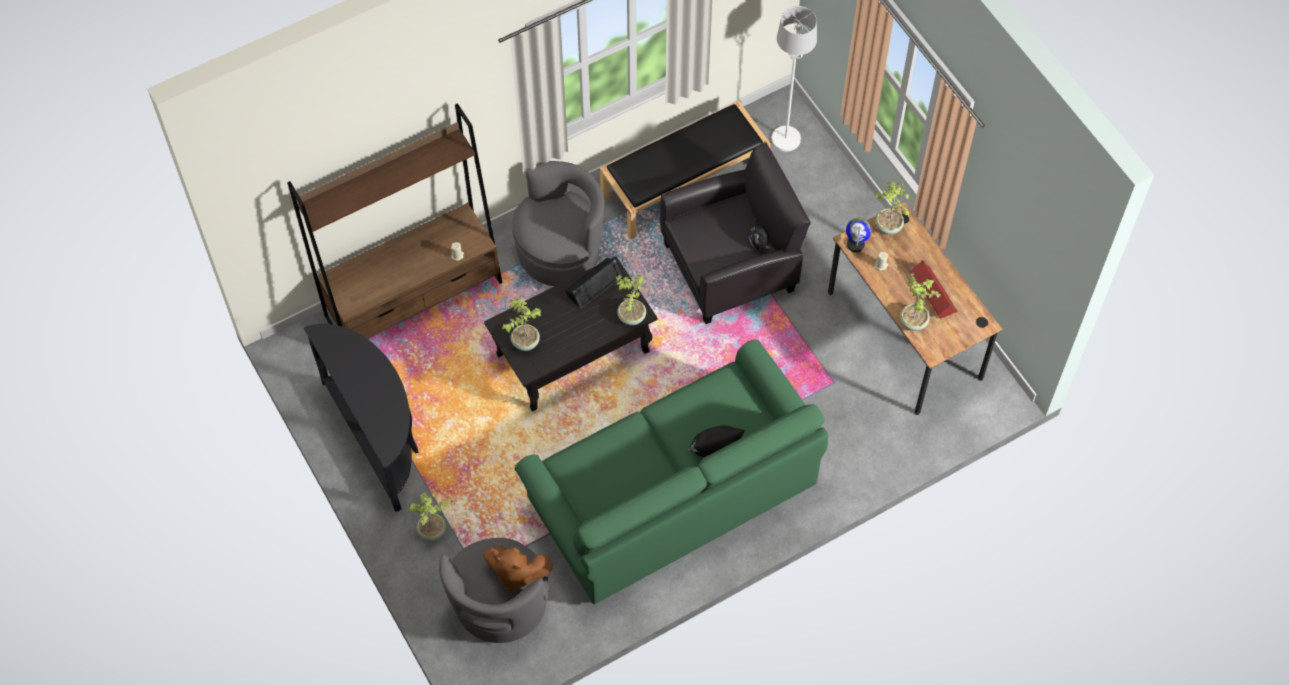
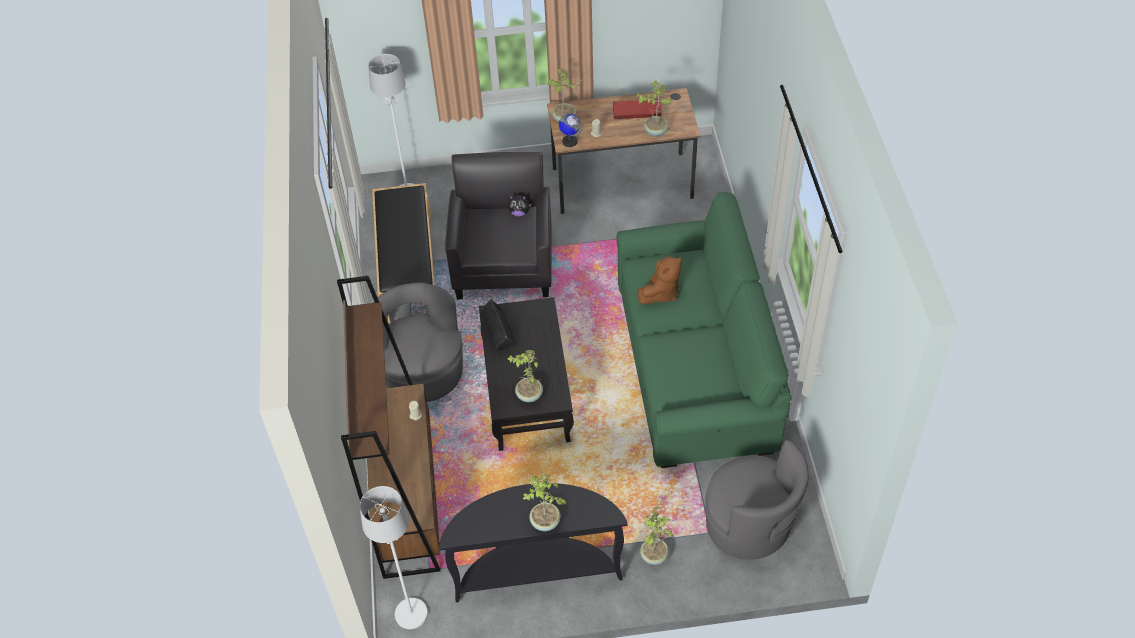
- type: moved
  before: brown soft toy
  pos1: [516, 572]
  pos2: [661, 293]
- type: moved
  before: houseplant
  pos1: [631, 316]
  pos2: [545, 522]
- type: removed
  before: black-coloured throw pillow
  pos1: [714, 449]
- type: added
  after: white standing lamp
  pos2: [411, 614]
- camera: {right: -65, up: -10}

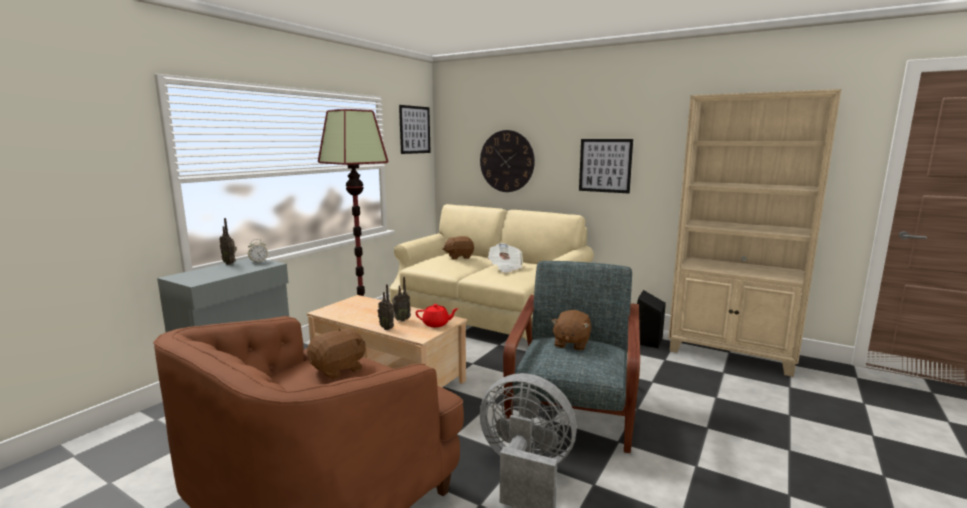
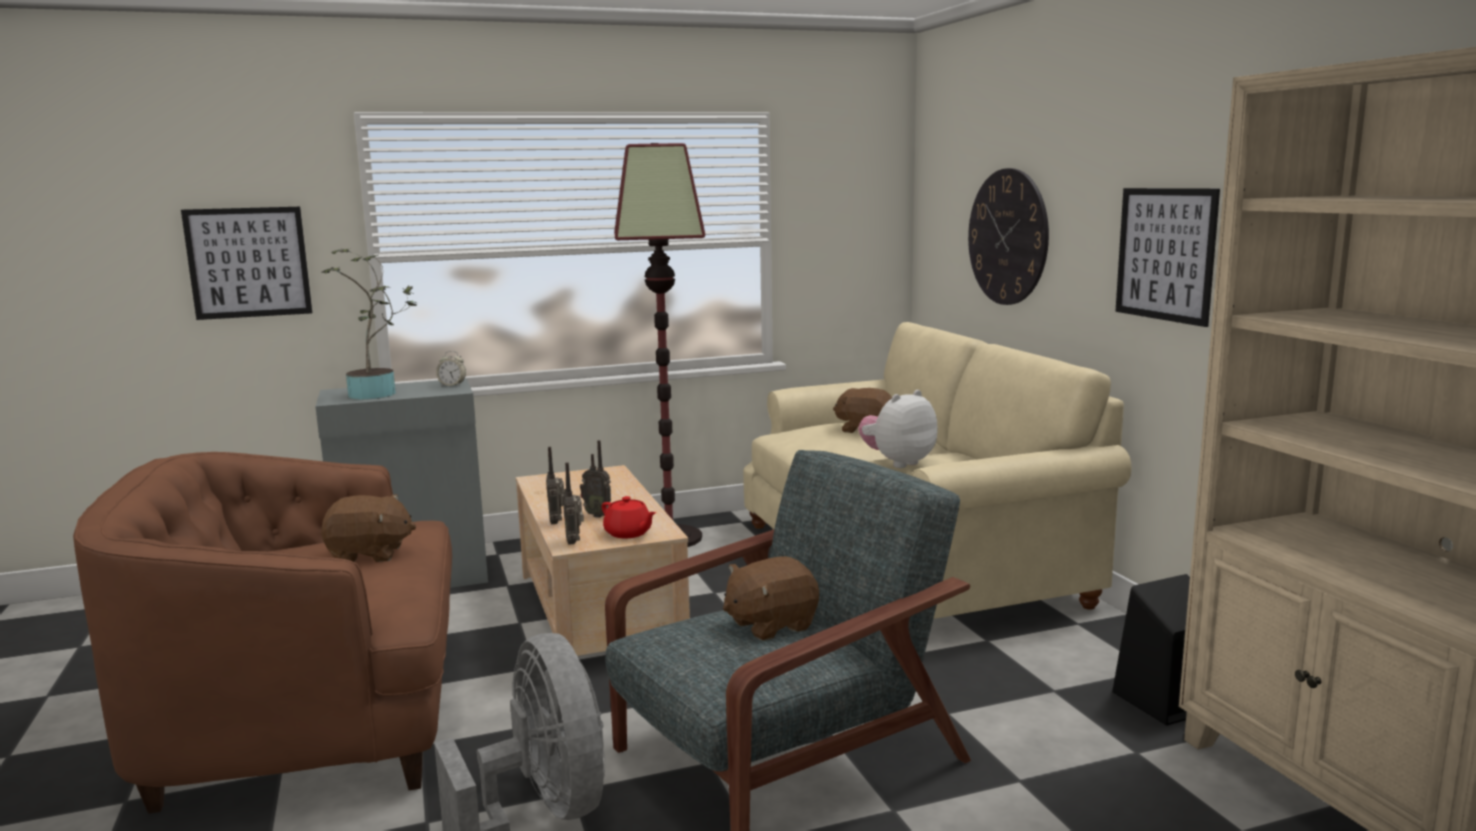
- type: moved
  before: radio receiver
  pos1: [230, 263]
  pos2: [575, 542]
- type: moved
  before: wall art
  pos1: [415, 130]
  pos2: [248, 262]
- type: replaced
  before: daily paper
  after: soft toy
  pos1: [505, 267]
  pos2: [897, 463]
- type: added
  after: houseplant
  pos2: [378, 394]
- camera: {right: 40, up: 0}

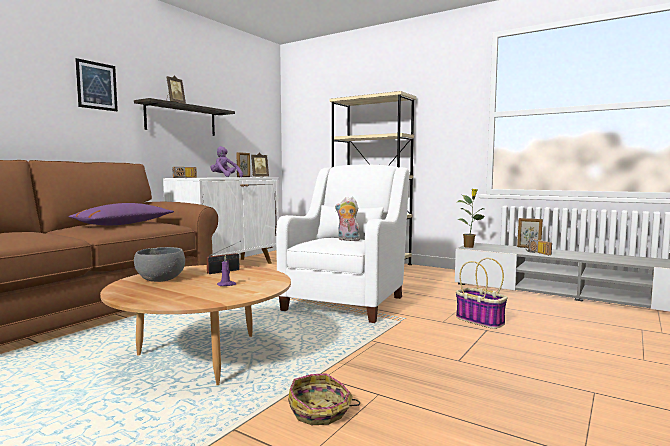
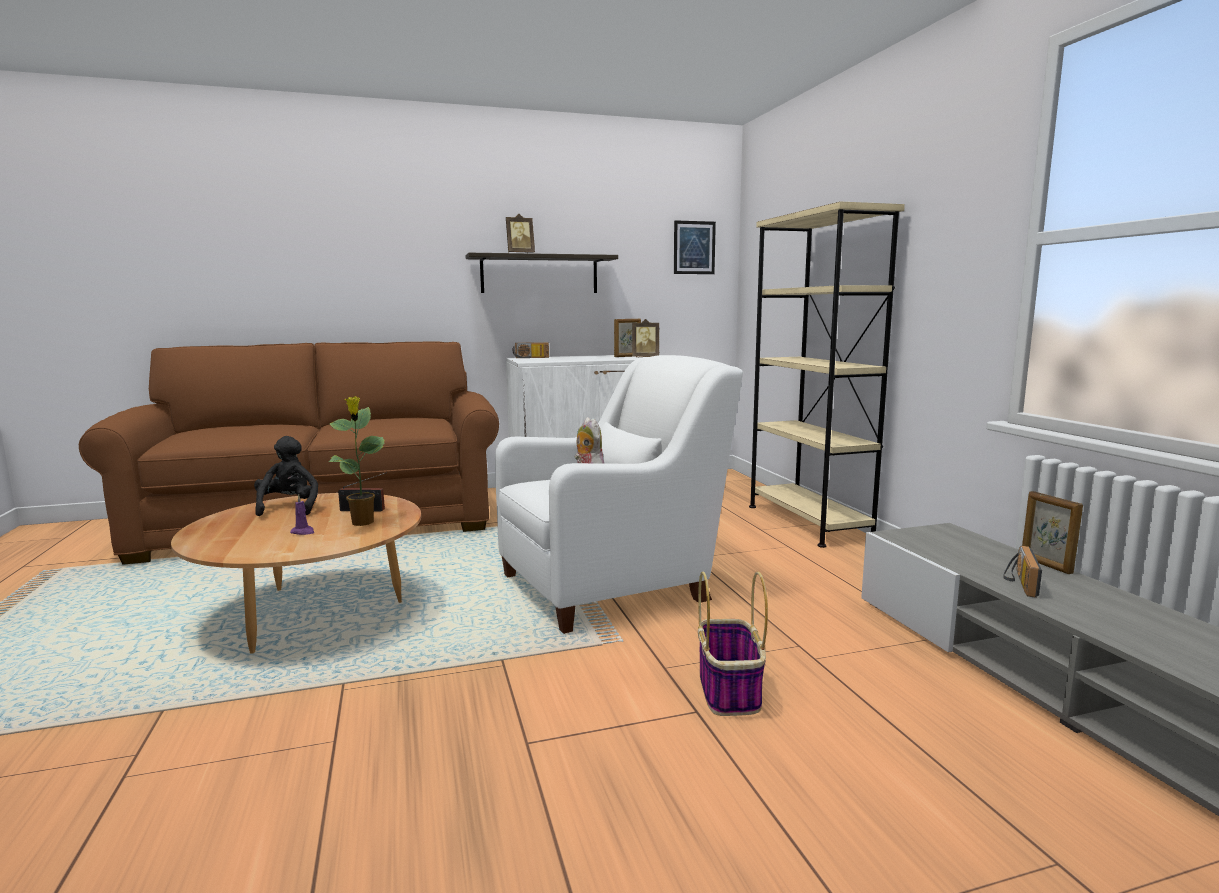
- type: removed
  before: purplish throw pillow
  pos1: [124, 224]
- type: moved
  before: wall art
  pos1: [97, 85]
  pos2: [694, 247]
- type: replaced
  before: grey serving bowl
  after: black-coloured soft toy
  pos1: [161, 279]
  pos2: [289, 508]
- type: removed
  before: purplish soft toy
  pos1: [225, 177]
- type: removed
  before: household basket
  pos1: [320, 411]
- type: moved
  before: houseplant
  pos1: [469, 247]
  pos2: [363, 523]
- camera: {right: 40, up: 5}

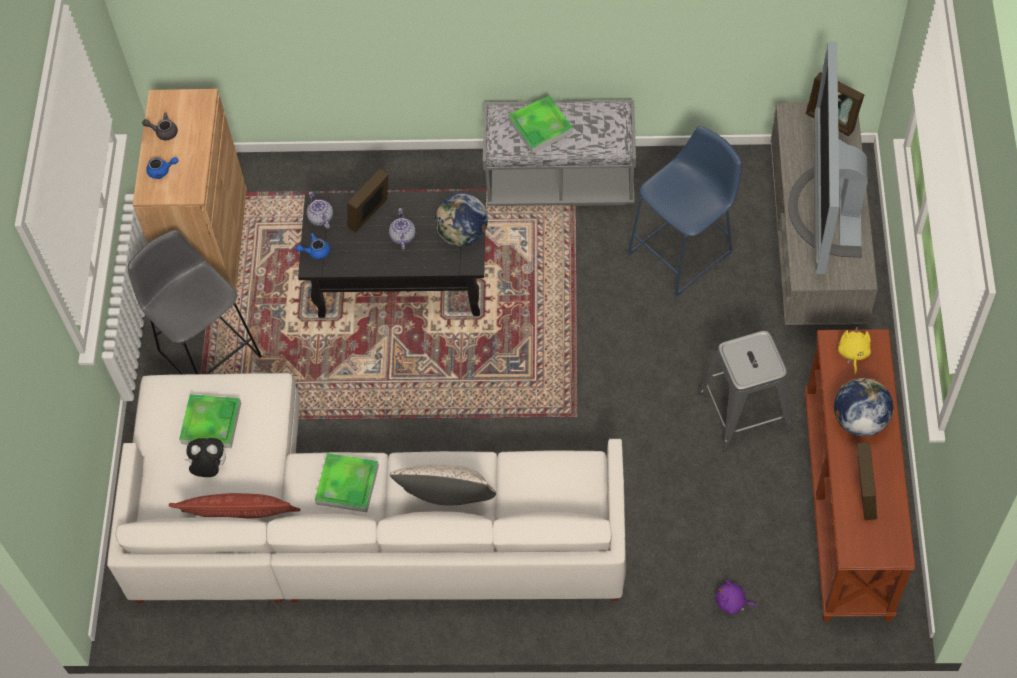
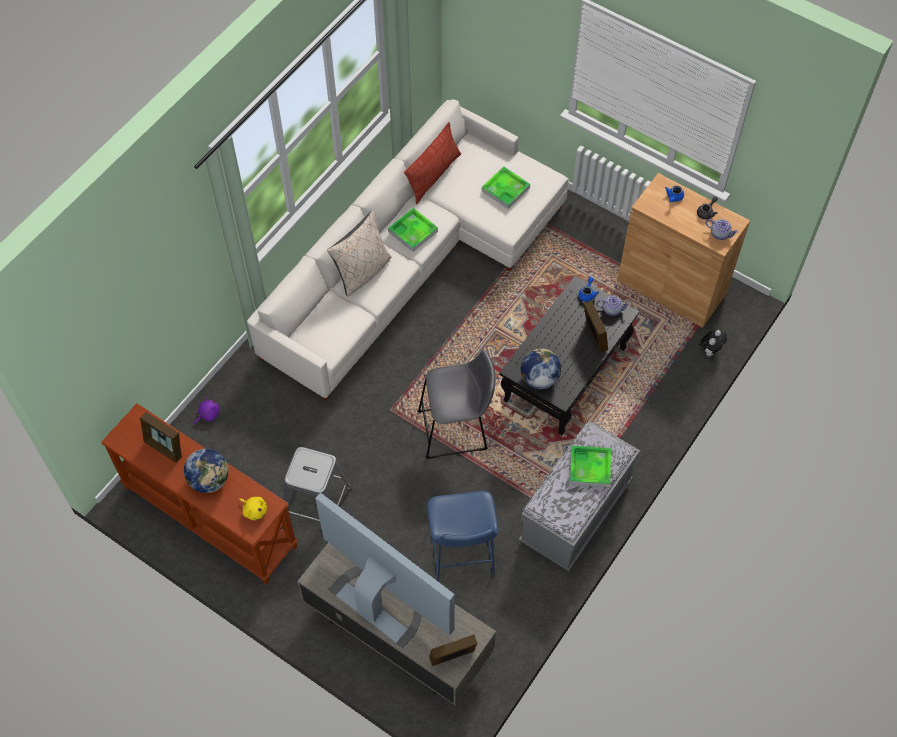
- type: moved
  before: grey stool
  pos1: [207, 350]
  pos2: [457, 430]
- type: moved
  before: soft toy
  pos1: [209, 468]
  pos2: [710, 350]
- type: moved
  before: tea pot
  pos1: [402, 236]
  pos2: [720, 234]
- camera: {right: 120, up: 0}

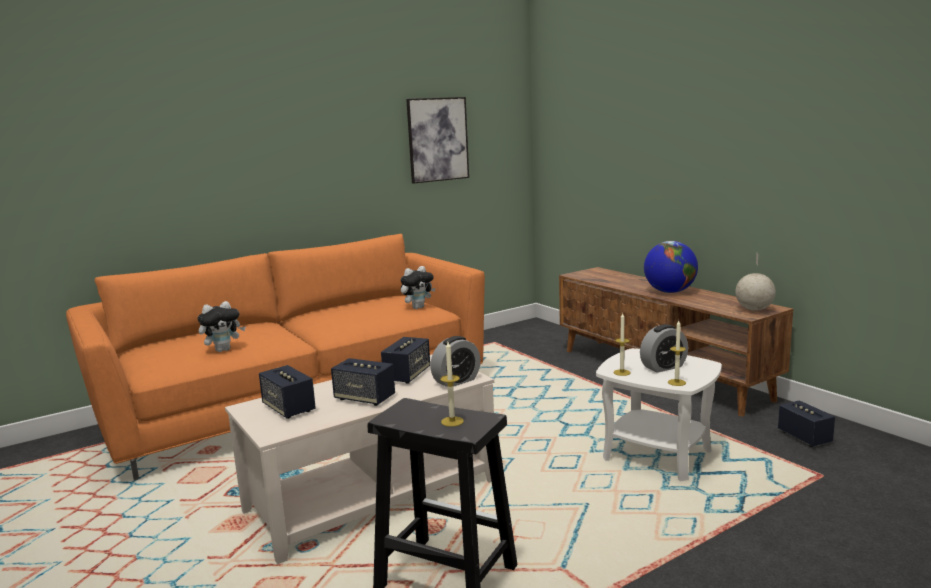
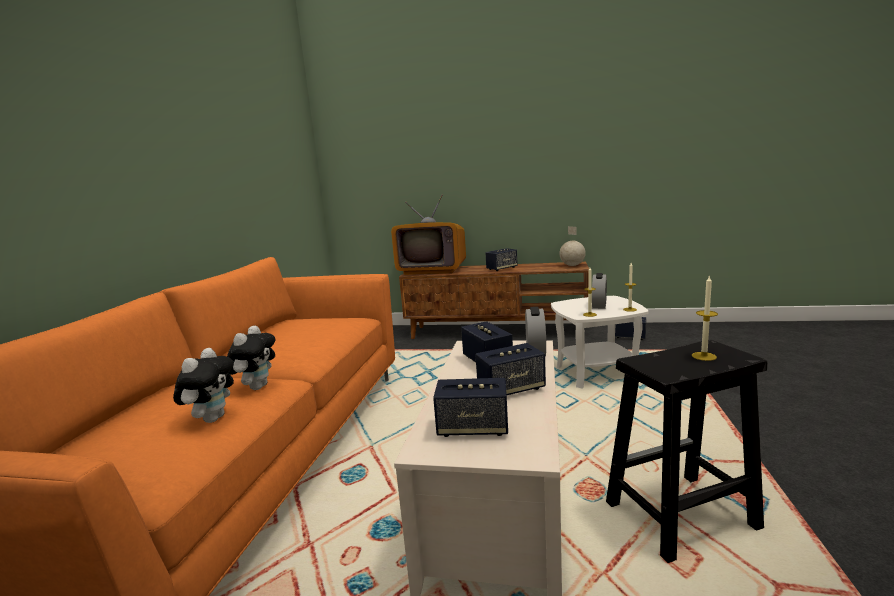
- type: moved
  before: soft toy
  pos1: [418, 307]
  pos2: [257, 387]
- type: removed
  before: wall art
  pos1: [437, 139]
- type: replaced
  before: desk globe
  after: audio speaker
  pos1: [670, 292]
  pos2: [502, 268]
- type: added
  after: TV set
  pos2: [432, 270]
- camera: {right: -45, up: 0}

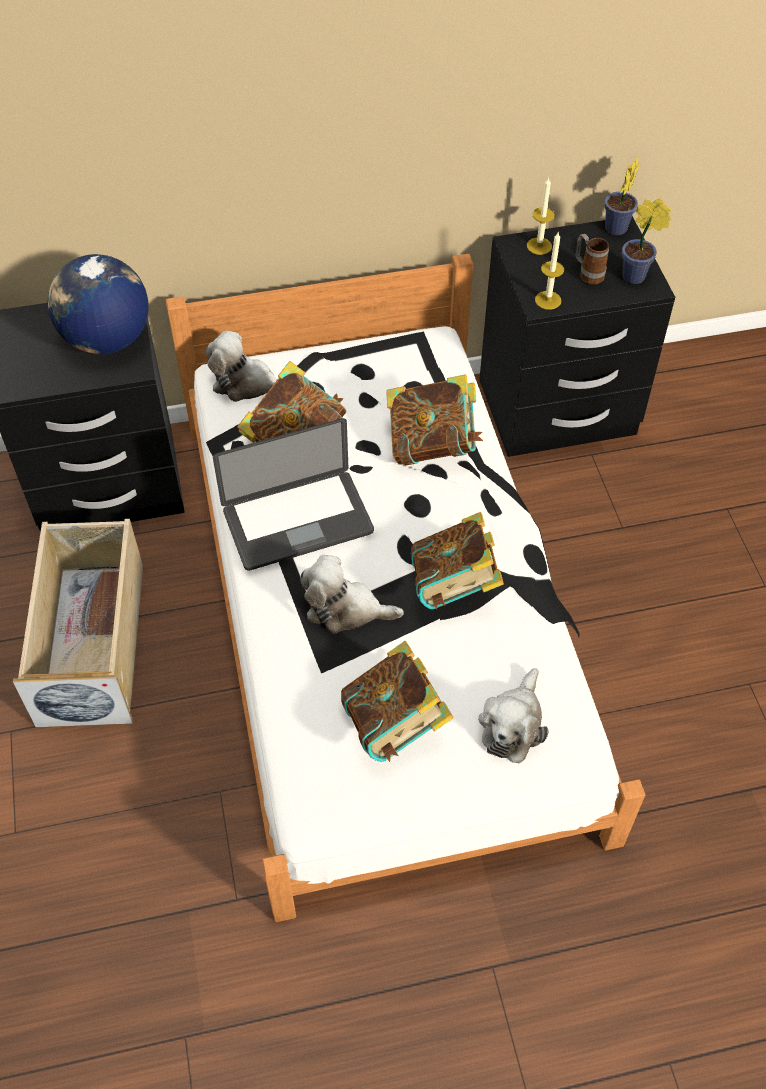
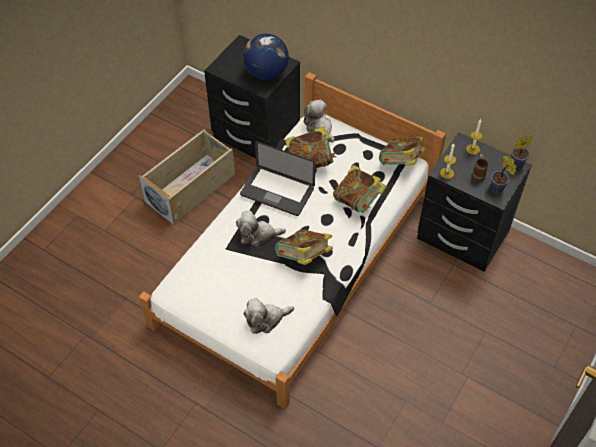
- type: turned
  before: soft toy
  pos1: [345, 609]
  pos2: [258, 235]
  turn: -60
- type: moved
  before: book
  pos1: [395, 724]
  pos2: [400, 163]
- camera: {right: 45, up: 0}

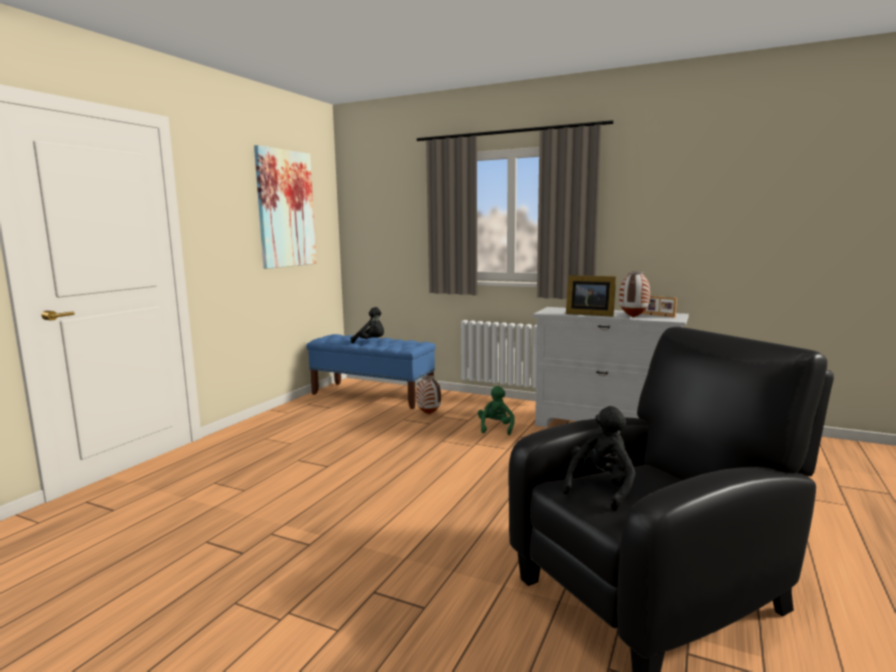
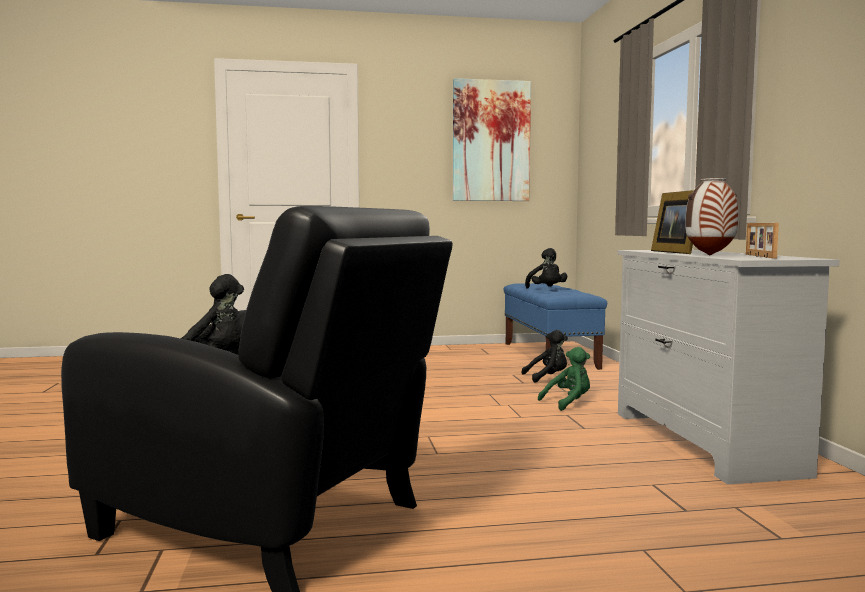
- type: replaced
  before: vase
  after: black-coloured soft toy
  pos1: [429, 414]
  pos2: [548, 378]
- camera: {right: 55, up: -5}

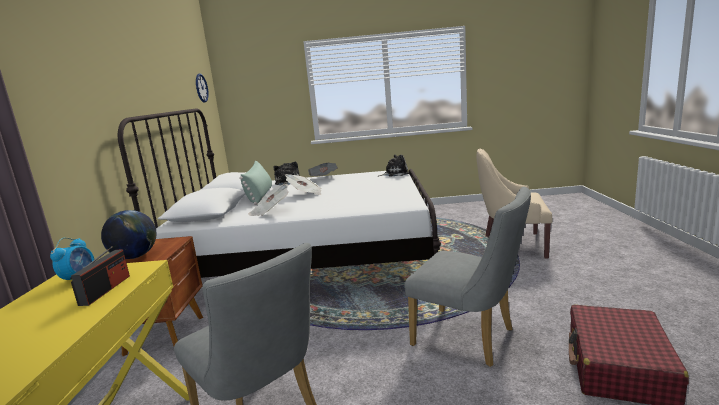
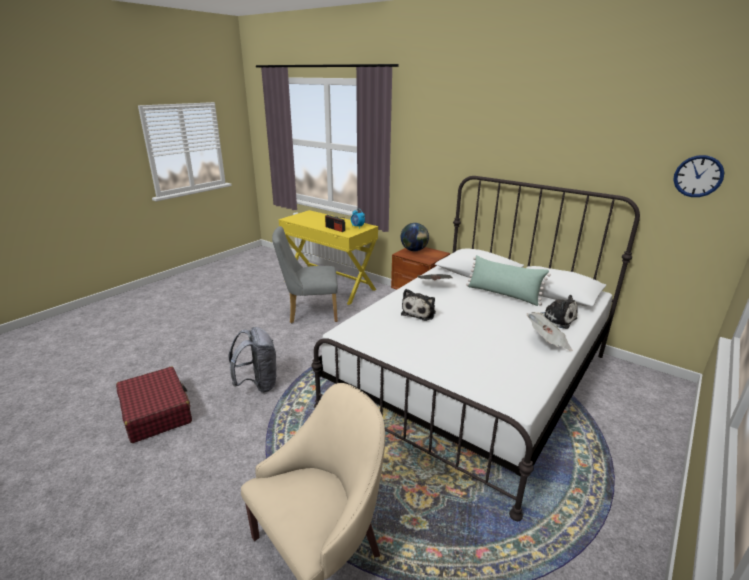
- type: removed
  before: daily paper
  pos1: [305, 194]
- type: moved
  before: soft toy
  pos1: [394, 174]
  pos2: [419, 312]
- type: replaced
  before: grey upright chair
  after: grey backpack
  pos1: [470, 339]
  pos2: [258, 384]
- camera: {right: 125, up: 10}

